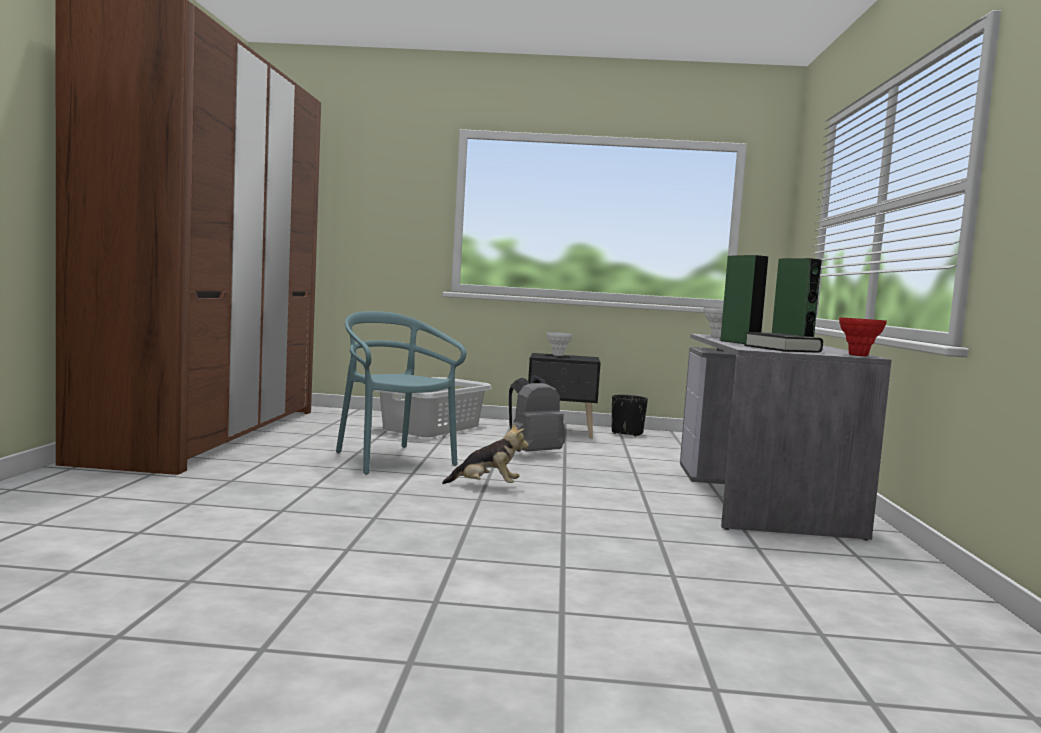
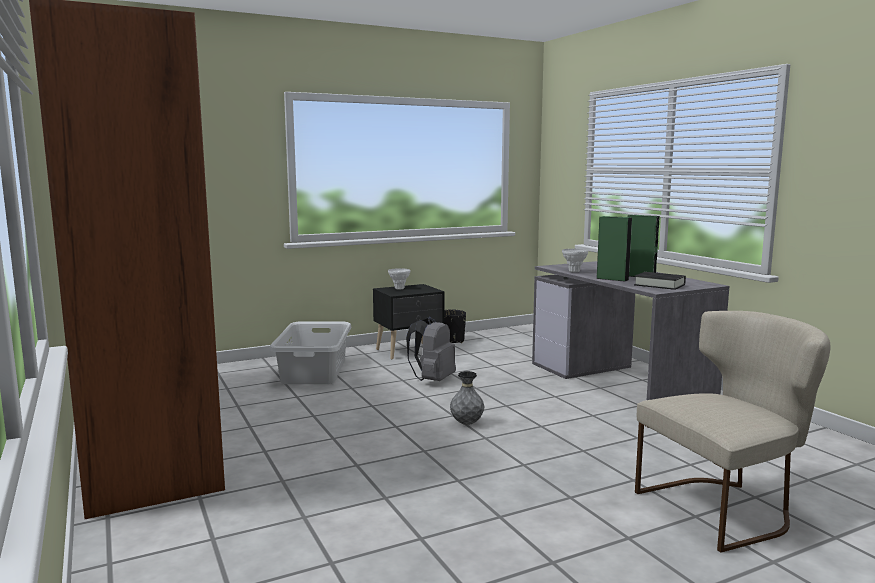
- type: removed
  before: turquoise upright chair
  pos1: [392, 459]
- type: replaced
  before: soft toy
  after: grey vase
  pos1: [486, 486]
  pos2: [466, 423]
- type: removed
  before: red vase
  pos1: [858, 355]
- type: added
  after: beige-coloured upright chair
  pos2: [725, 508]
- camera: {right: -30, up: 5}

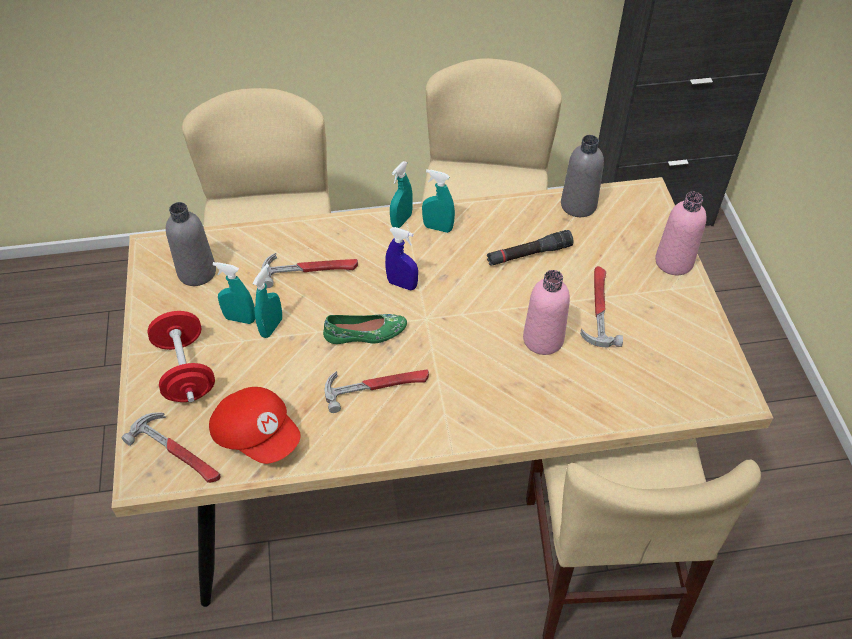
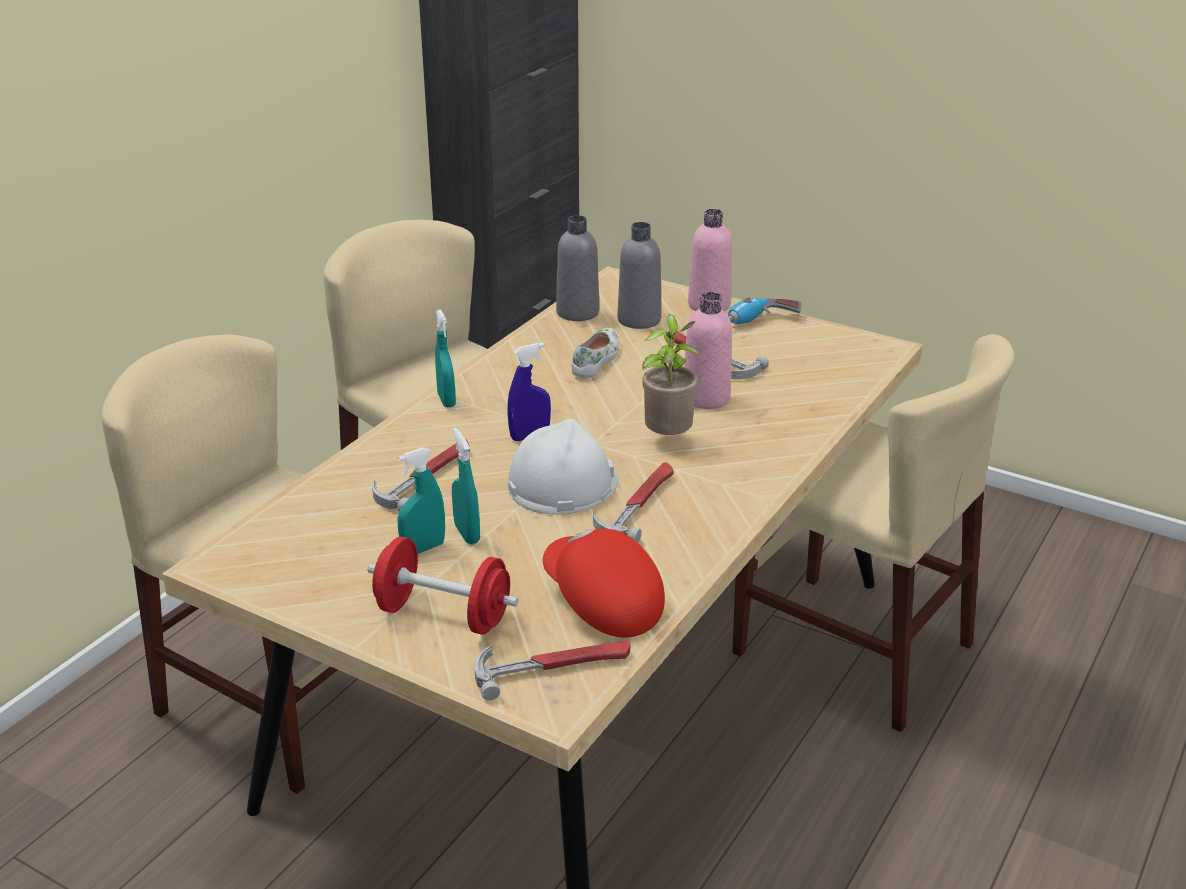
- type: moved
  before: grey drink bottle
  pos1: [197, 272]
  pos2: [639, 320]
- type: turned
  before: red baseball cap
  pos1: [257, 434]
  pos2: [601, 602]
  turn: -120
- type: replaced
  before: green-coloured low shoe
  after: white hard hat
  pos1: [365, 334]
  pos2: [562, 482]
- type: removed
  before: turquoise spray bottle
  pos1: [438, 228]
- type: replaced
  before: black-coloured flashlight
  after: white low shoe
  pos1: [528, 254]
  pos2: [597, 359]
- type: added
  after: houseplant
  pos2: [668, 438]
- type: added
  after: drill
  pos2: [758, 323]
- camera: {right: -50, up: -20}

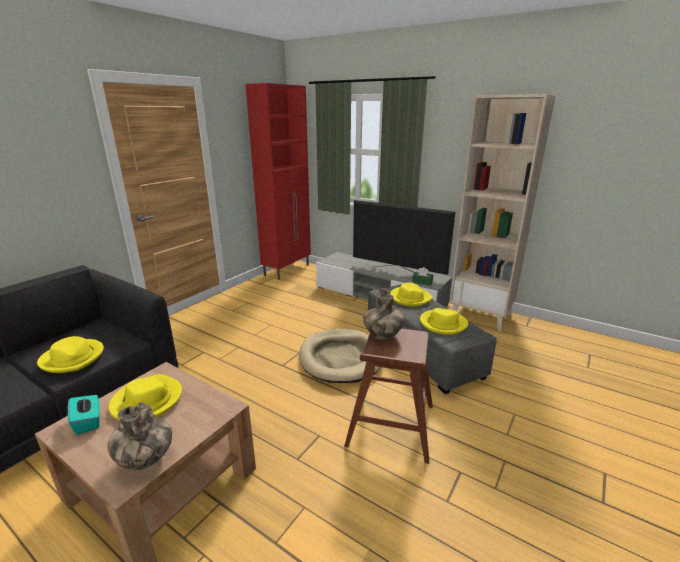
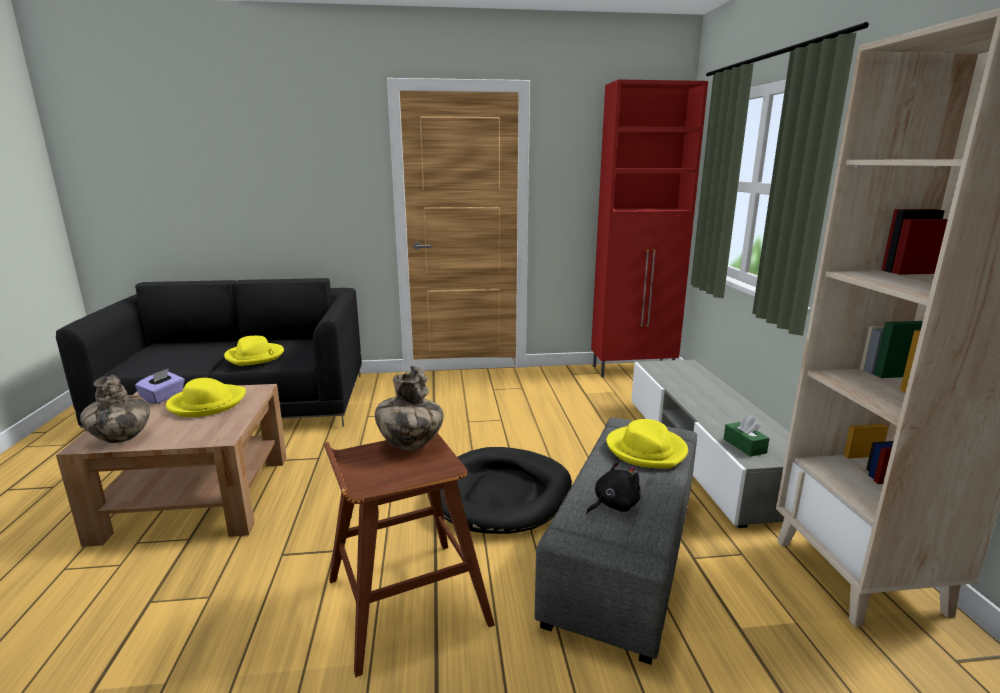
- type: recoloured
  before: turquoise box of tissues
  after: purplish box of tissues
  pos1: [88, 422]
  pos2: [163, 397]
- type: recoloured
  before: beige-coloured pet bed
  after: black-coloured pet bed
  pos1: [341, 358]
  pos2: [501, 494]
- type: removed
  before: TV set
  pos1: [397, 272]
- type: replaced
  before: yellowish hat
  after: black-coloured soft toy
  pos1: [442, 324]
  pos2: [613, 505]
- camera: {right: 50, up: -5}

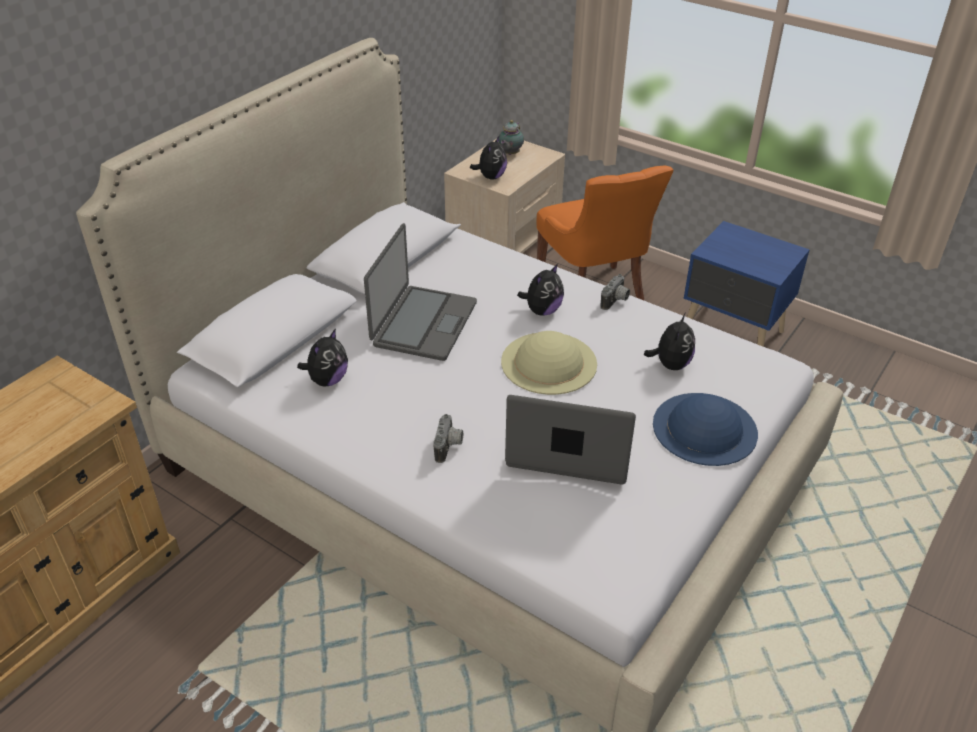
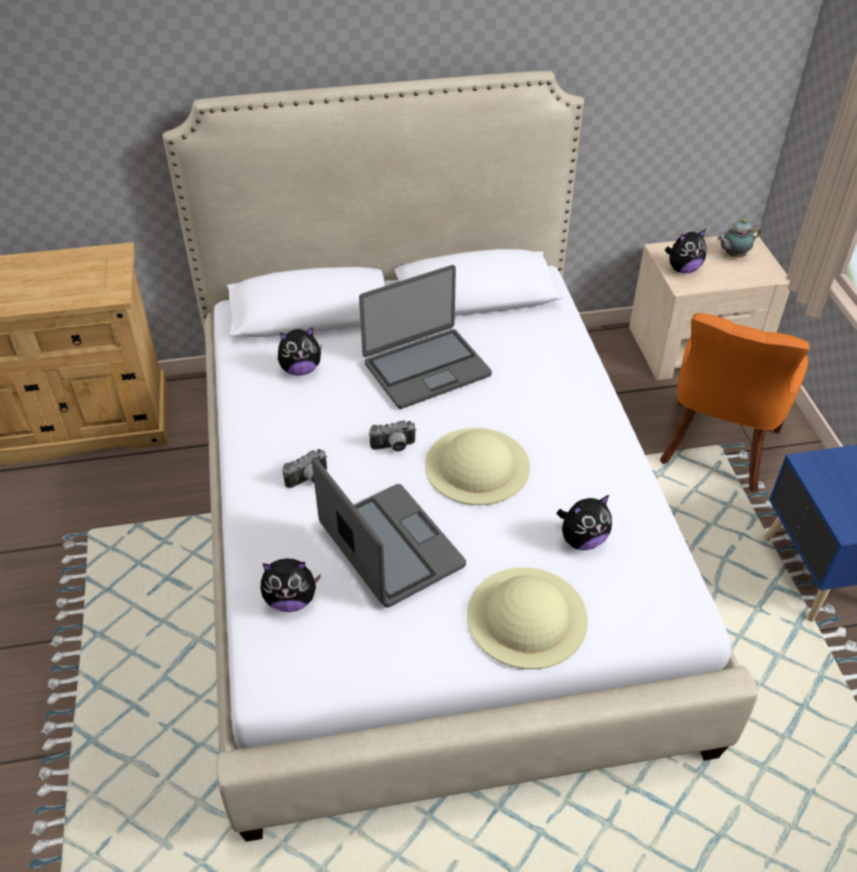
- type: moved
  before: soft toy
  pos1: [542, 311]
  pos2: [291, 600]
- type: moved
  before: still camera
  pos1: [616, 301]
  pos2: [394, 447]
- type: recoloured
  before: bluish hat
  after: beige-coloured hat
  pos1: [704, 428]
  pos2: [527, 616]
- camera: {right: 45, up: 5}

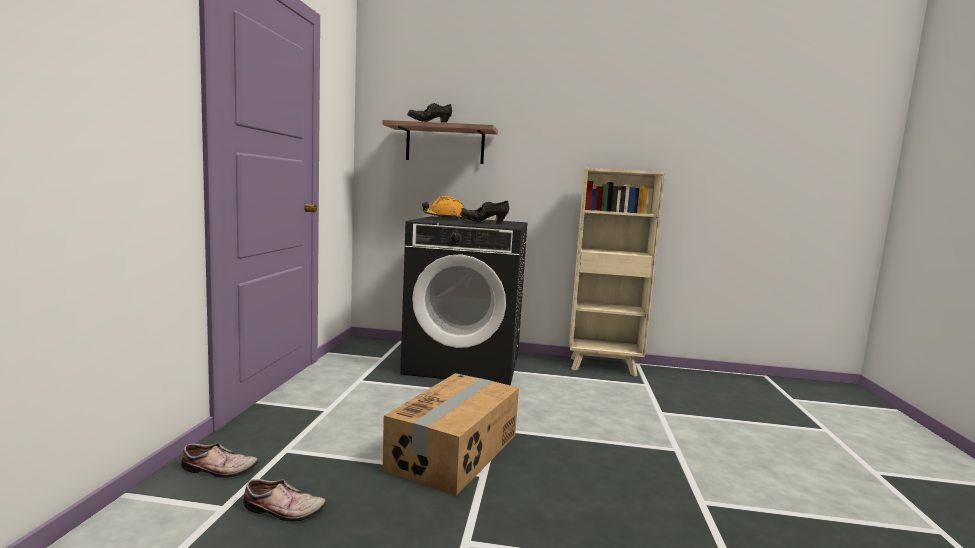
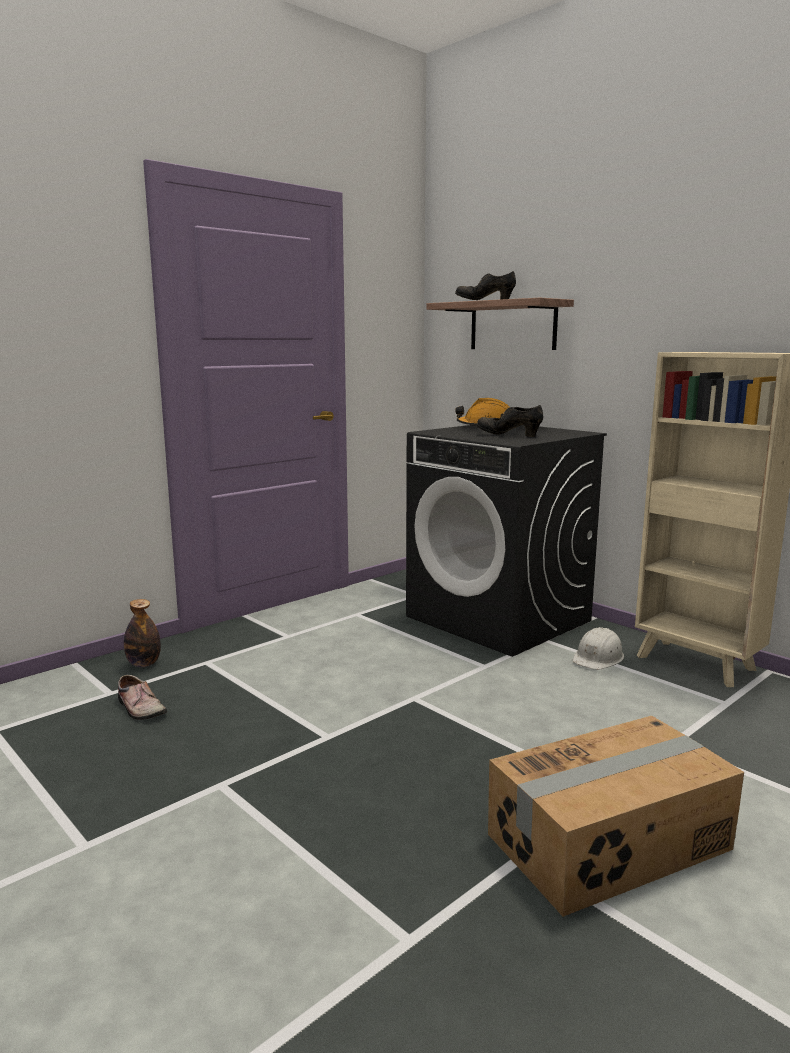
- type: replaced
  before: low shoe
  after: drink bottle
  pos1: [218, 470]
  pos2: [144, 664]
- type: moved
  before: carton
  pos1: [455, 452]
  pos2: [610, 843]
- type: added
  after: white hard hat
  pos2: [598, 657]
- camera: {right: 40, up: 5}

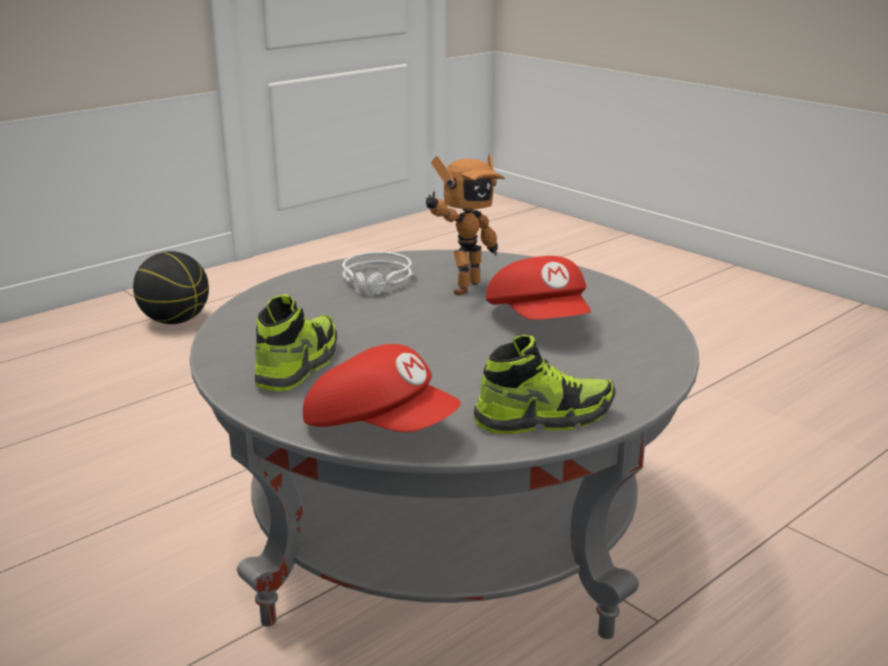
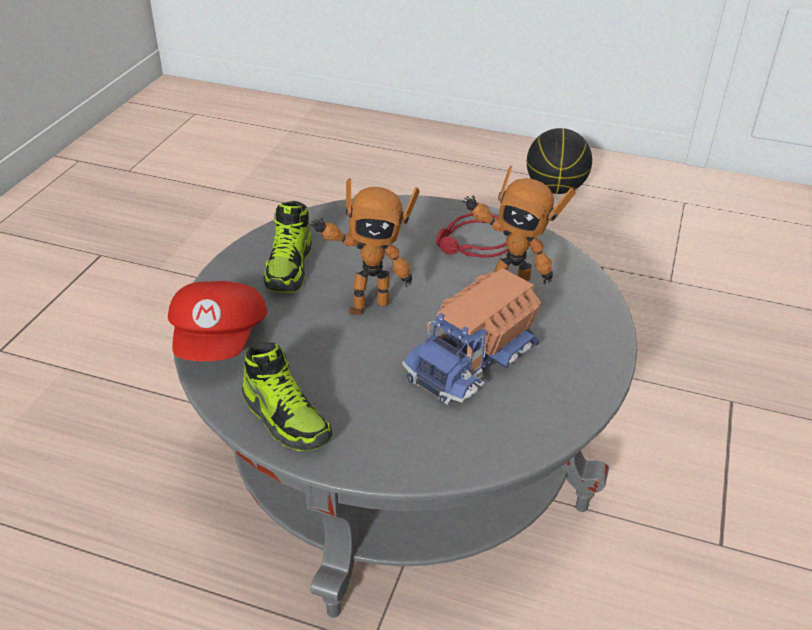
- type: turned
  before: low shoe
  pos1: [298, 366]
  pos2: [290, 268]
  turn: 105
- type: recoloured
  before: grey pair of headphones
  after: red pair of headphones
  pos1: [378, 281]
  pos2: [475, 245]
- type: replaced
  before: red baseball cap
  after: toy truck
  pos1: [540, 321]
  pos2: [473, 360]
- type: added
  after: robot figure
  pos2: [366, 304]
- camera: {right: 60, up: 15}

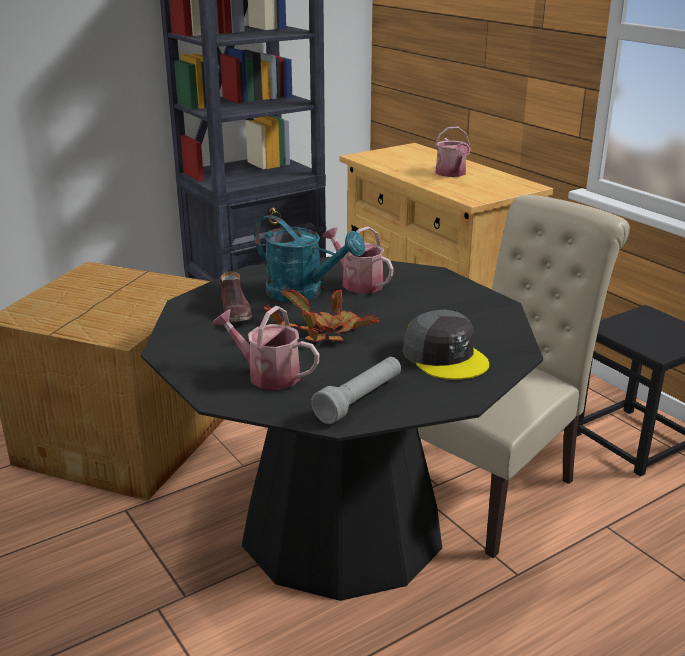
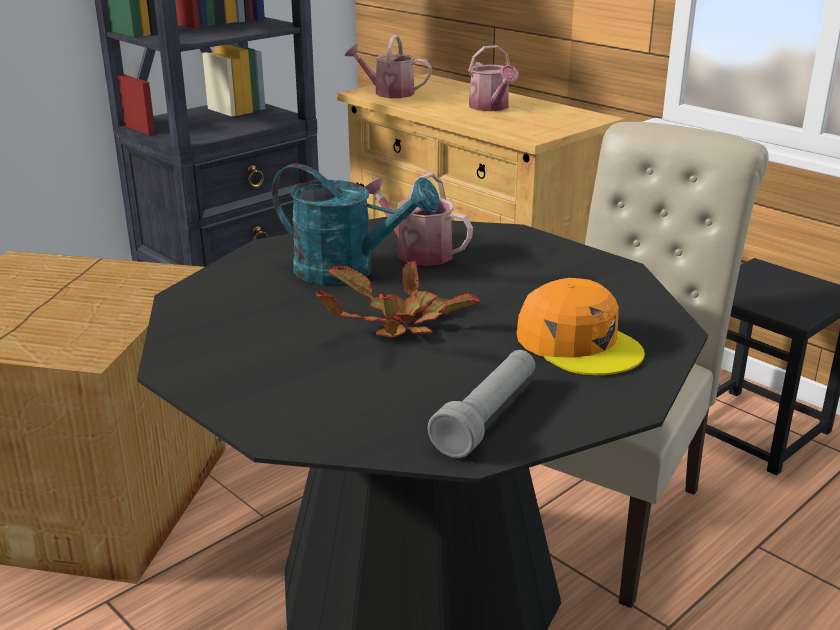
- type: moved
  before: watering can
  pos1: [267, 375]
  pos2: [388, 93]
- type: removed
  before: brown low shoe
  pos1: [236, 312]
- type: recoloured
  before: grey baseball cap
  after: orangey baseball cap
  pos1: [445, 357]
  pos2: [578, 343]
- camera: {right: -10, up: 0}

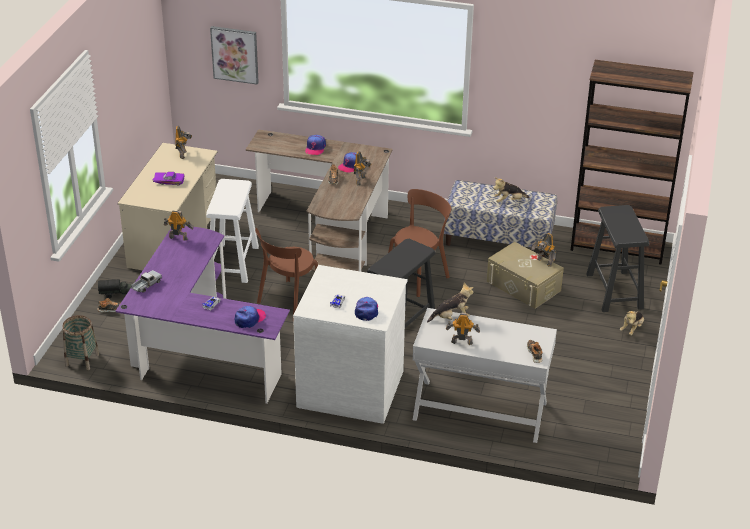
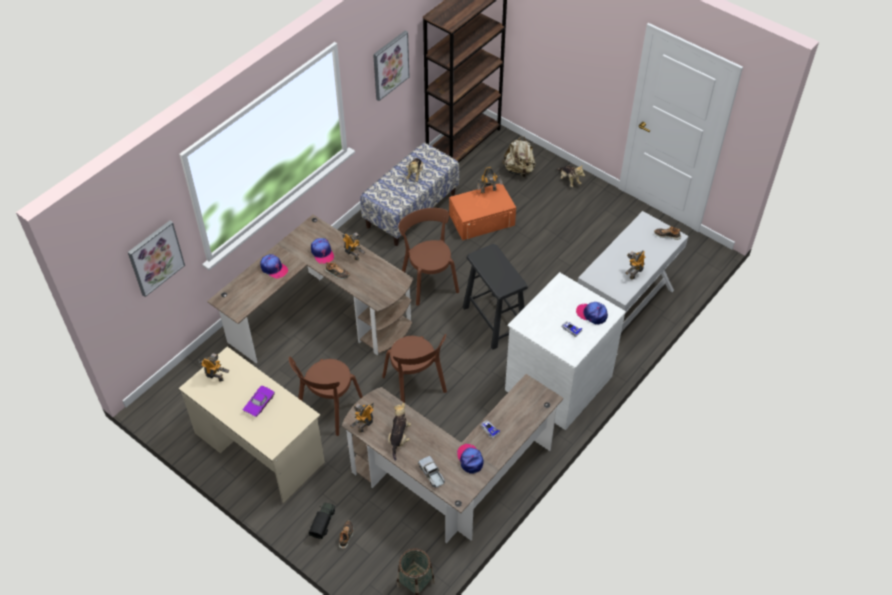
- type: recoloured
  before: purplish desk table
  after: brown desk table
  pos1: [197, 351]
  pos2: [451, 480]
- type: replaced
  before: white stool
  after: brown upright chair
  pos1: [233, 263]
  pos2: [329, 410]
- type: moved
  before: baseball cap
  pos1: [249, 319]
  pos2: [470, 459]
- type: moved
  before: soft toy
  pos1: [451, 317]
  pos2: [399, 438]
- type: recoloured
  before: beige-coloured storage container
  after: orangey storage container
  pos1: [523, 286]
  pos2: [482, 220]
- type: replaced
  before: black-coloured stool
  after: beige-coloured backpack
  pos1: [614, 291]
  pos2: [519, 170]
- type: added
  after: wall art
  pos2: [390, 65]
- camera: {right: -65, up: 15}

